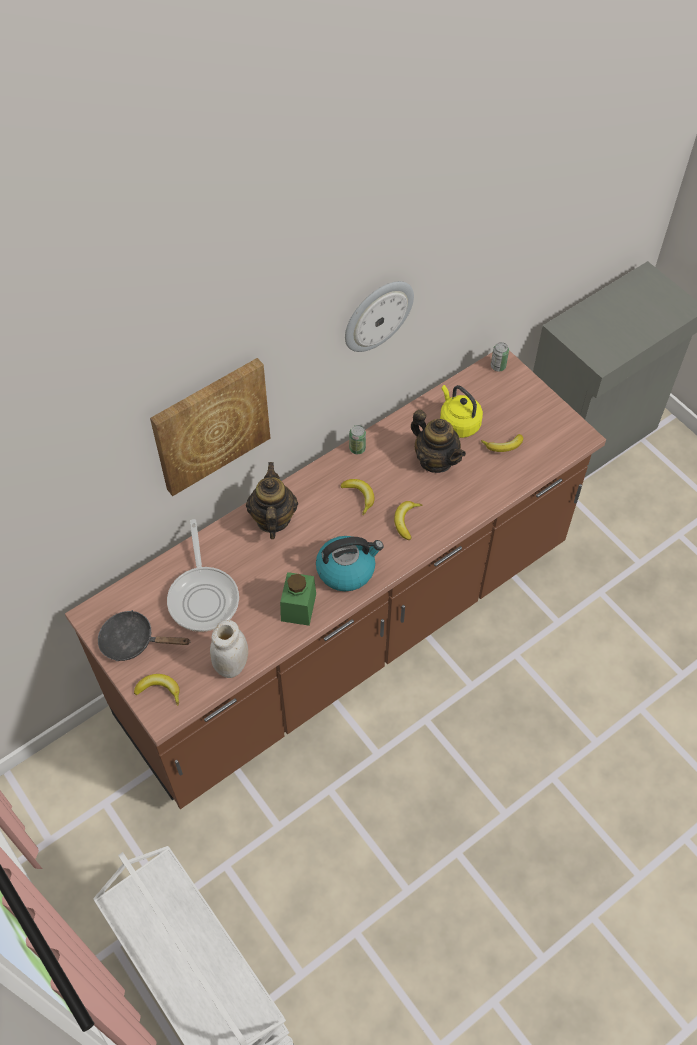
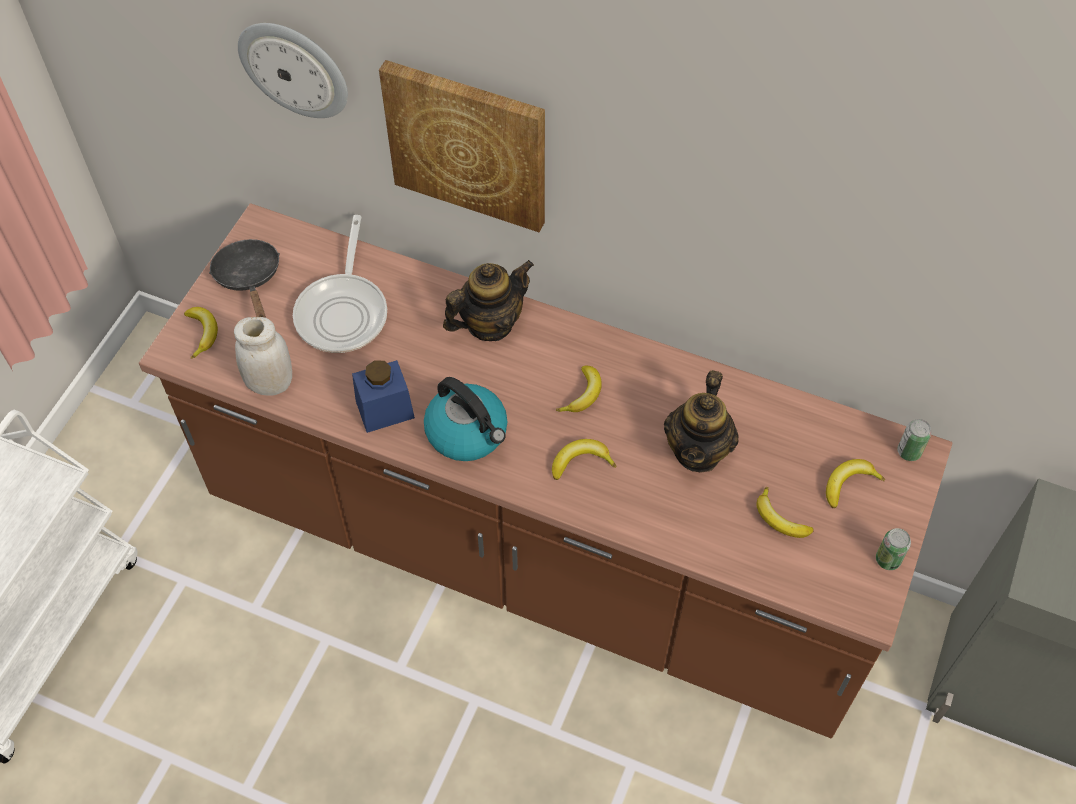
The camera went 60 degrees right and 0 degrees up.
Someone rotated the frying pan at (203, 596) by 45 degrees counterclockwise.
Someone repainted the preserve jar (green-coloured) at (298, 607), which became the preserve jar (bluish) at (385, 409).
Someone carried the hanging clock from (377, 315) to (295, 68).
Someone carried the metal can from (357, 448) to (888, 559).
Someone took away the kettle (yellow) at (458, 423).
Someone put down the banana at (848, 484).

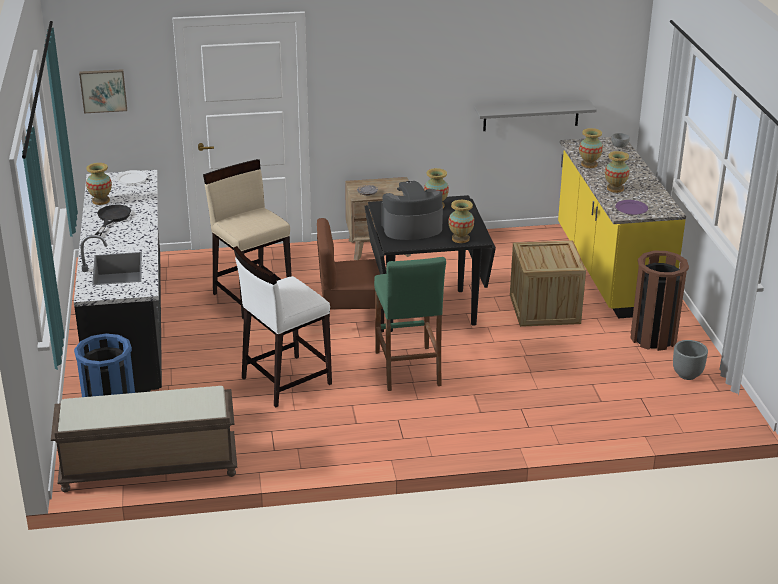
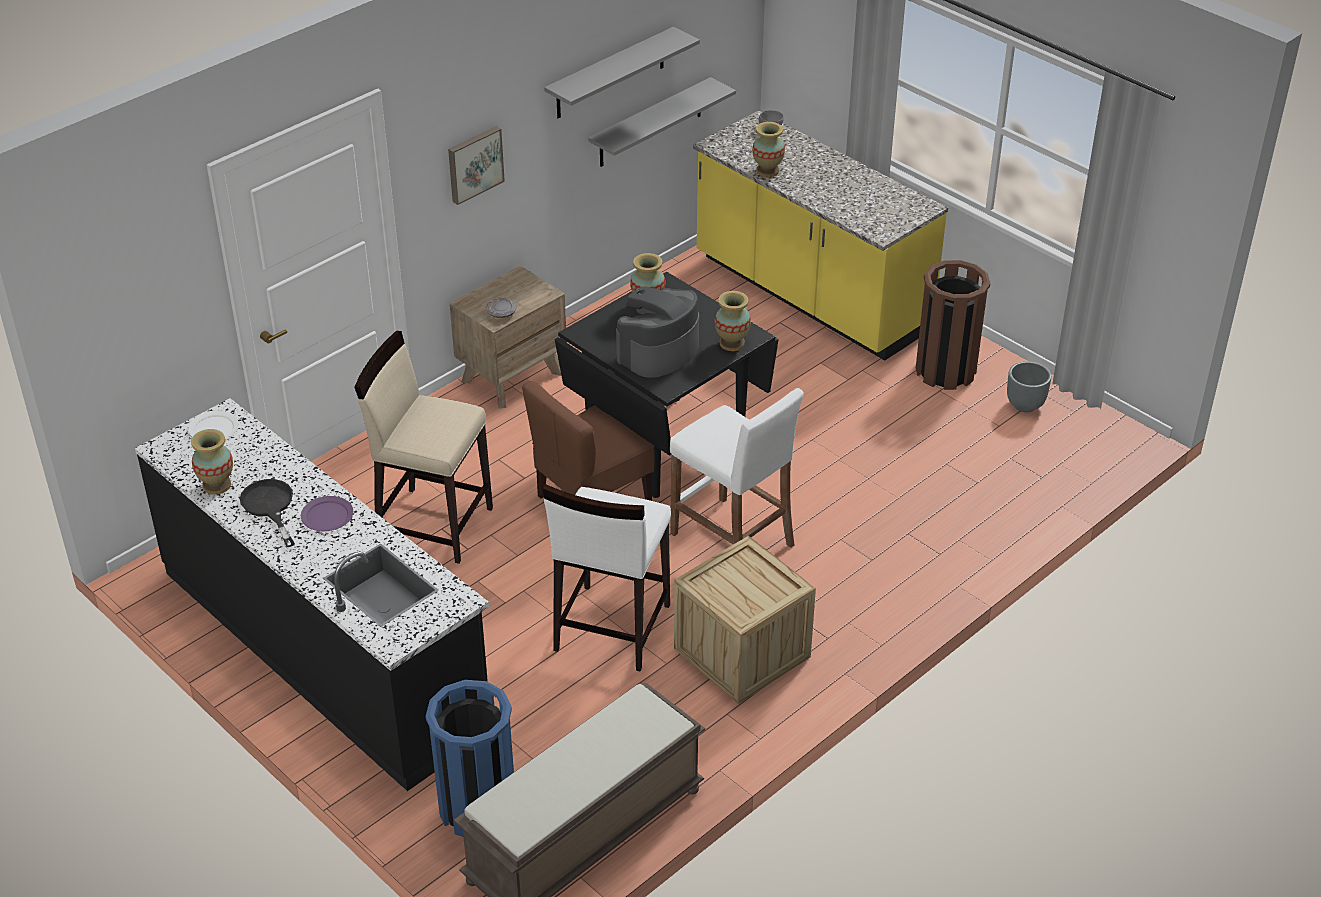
The camera went 35 degrees left and 10 degrees up.
Someone carried the wall art from (103, 90) to (474, 164).
Someone repainted the stool (green-coloured) at (407, 368), which became the stool (white) at (732, 540).
Someone carried the shipping crate from (544, 309) to (742, 652).
Someone took away the vase at (615, 189).
Someone carried the flat dish (purple) from (631, 209) to (327, 516).
Someone put up the wall shelf (gray) at (610, 74).

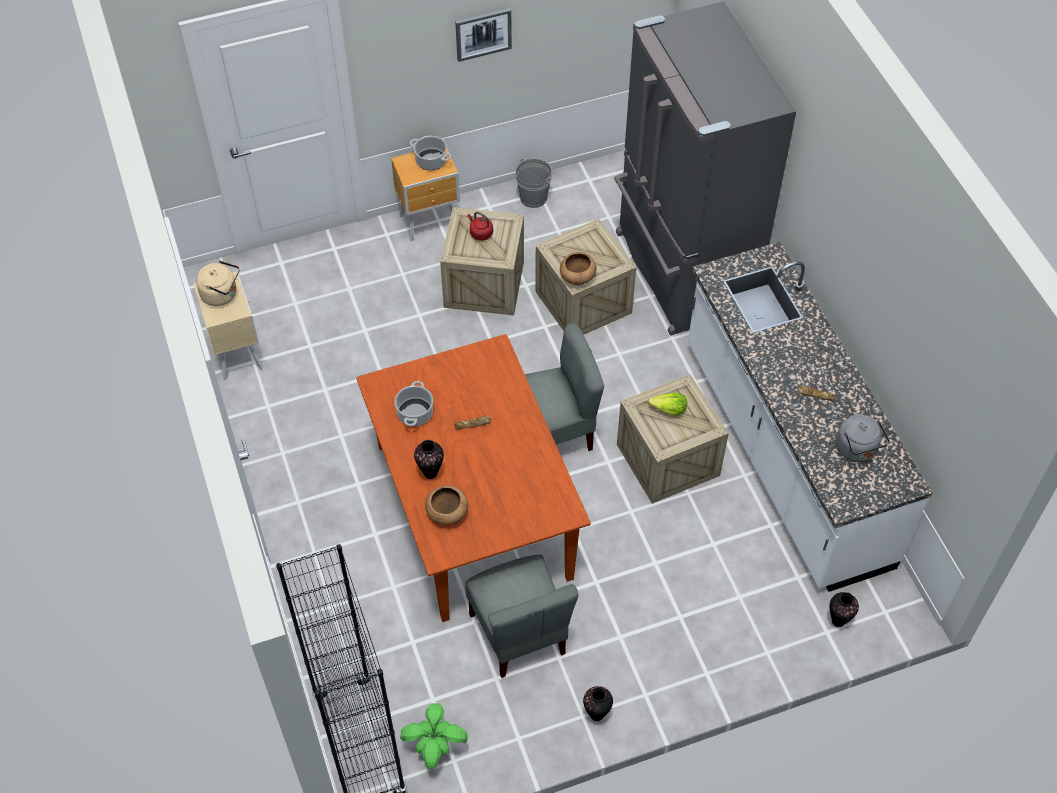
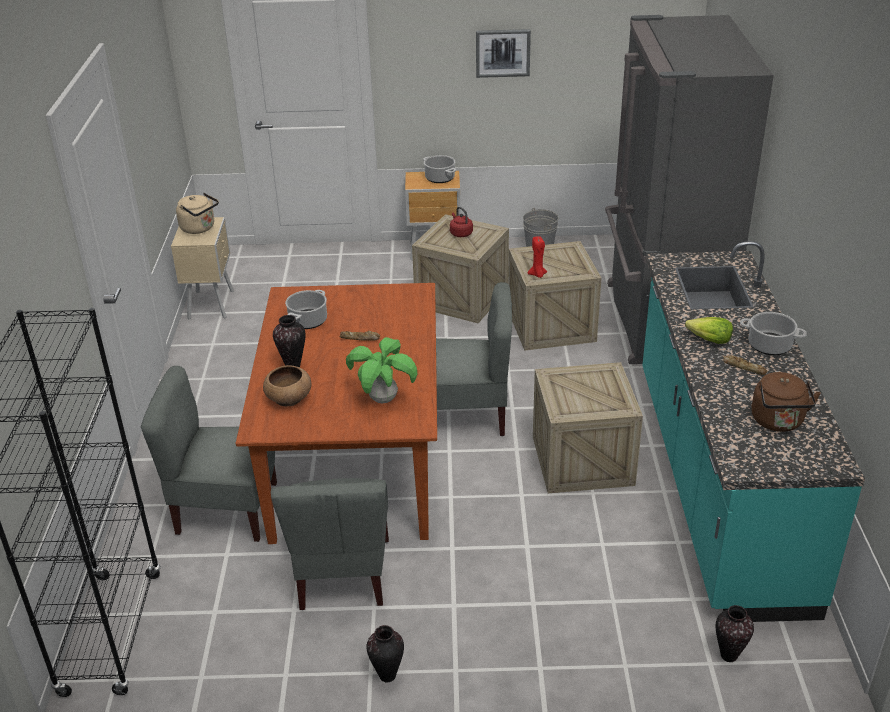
The camera went 20 degrees right and 20 degrees down.
Someone carried the plant in a pot from (435, 750) to (383, 399).
Someone swapped the deep dish (brown) at (577, 277) for the wax light (red) at (537, 275).
Someone carried the lettuce head from (668, 410) to (709, 340).
Someone repainted the kitchen base unit (white) at (784, 455), which became the kitchen base unit (turquoise) at (717, 483).
Someone repainted the kettle (gray) at (857, 450), which became the kettle (brown) at (778, 422).
Someone put down the chair (gray) at (226, 510).
Someone put down the stockpot at (769, 345).

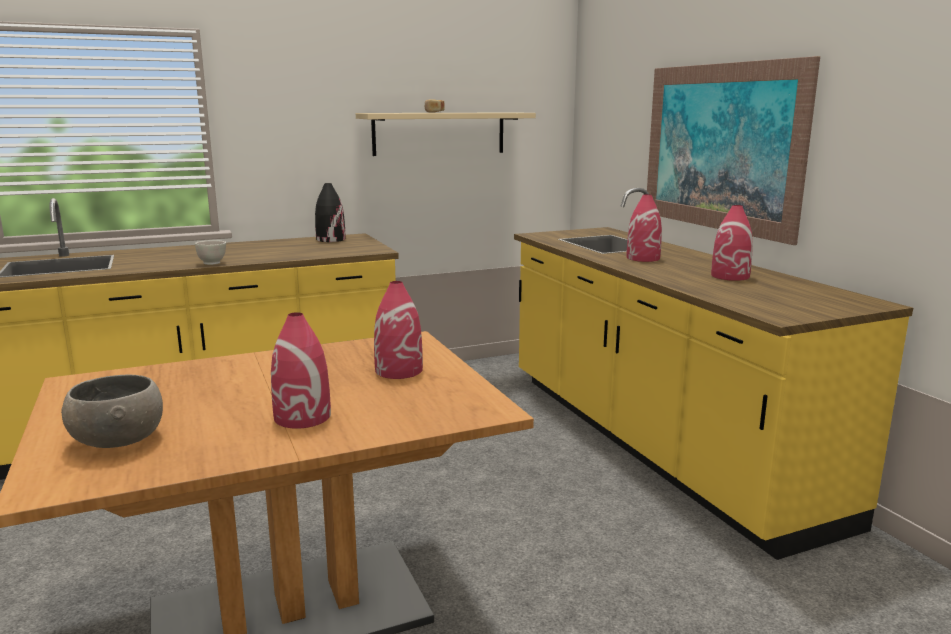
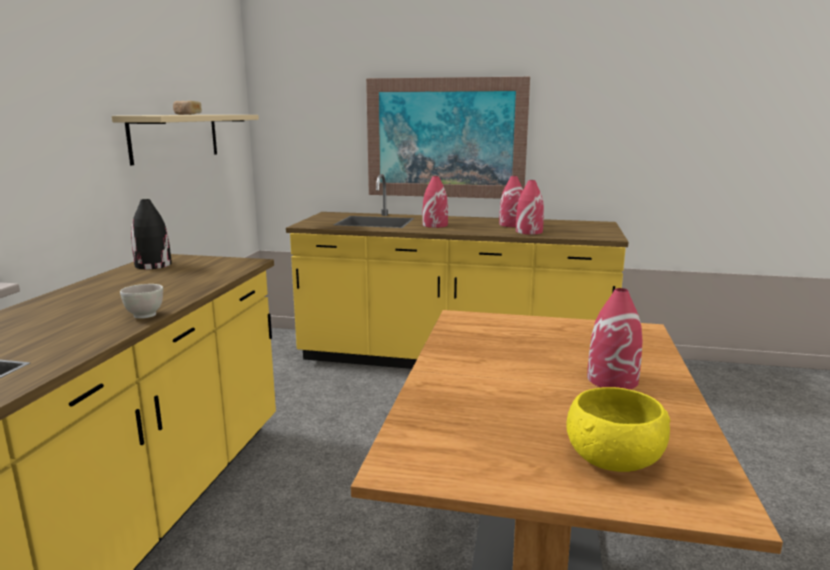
The camera went 55 degrees left and 0 degrees up.
Someone repainted the deep dish (gray) at (117, 440), which became the deep dish (yellow) at (614, 459).
Someone carried the vase (red) from (399, 370) to (528, 232).

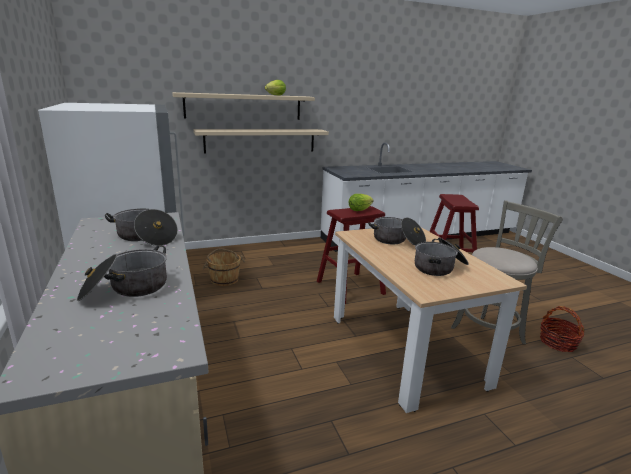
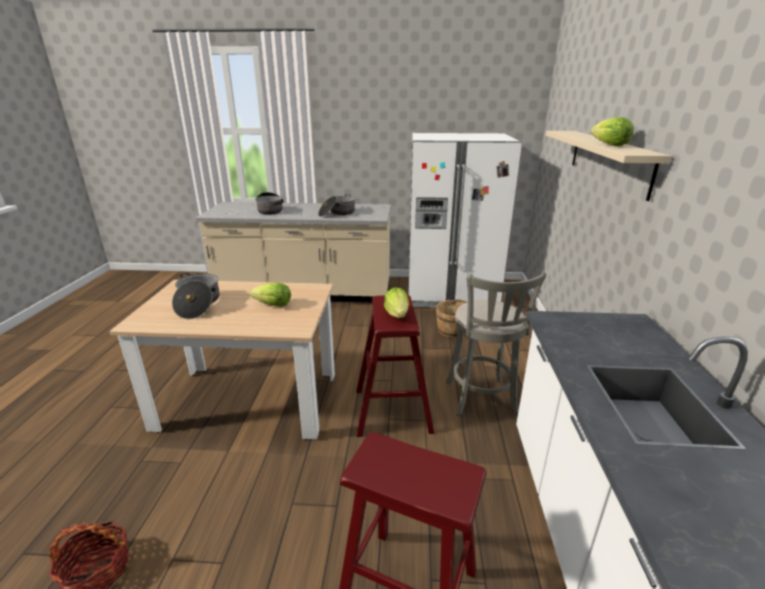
The camera went 115 degrees right and 5 degrees up.
Someone took away the wall shelf (beige-coloured) at (260, 140).
Someone swapped the stockpot at (397, 241) for the lettuce head at (273, 305).
Someone carried the stool (gray) from (490, 334) to (481, 399).

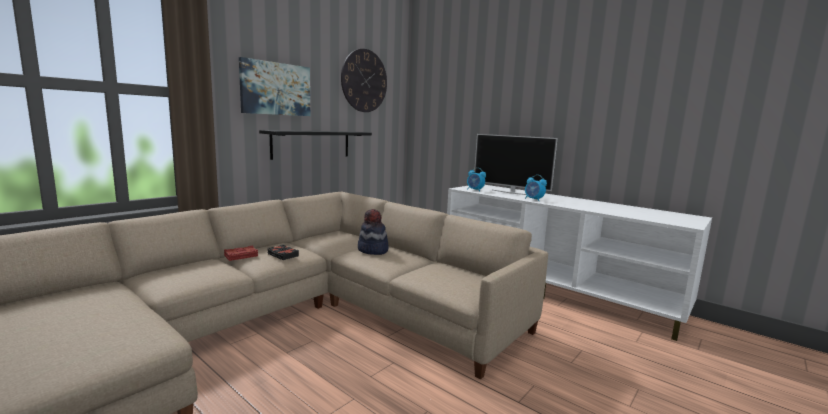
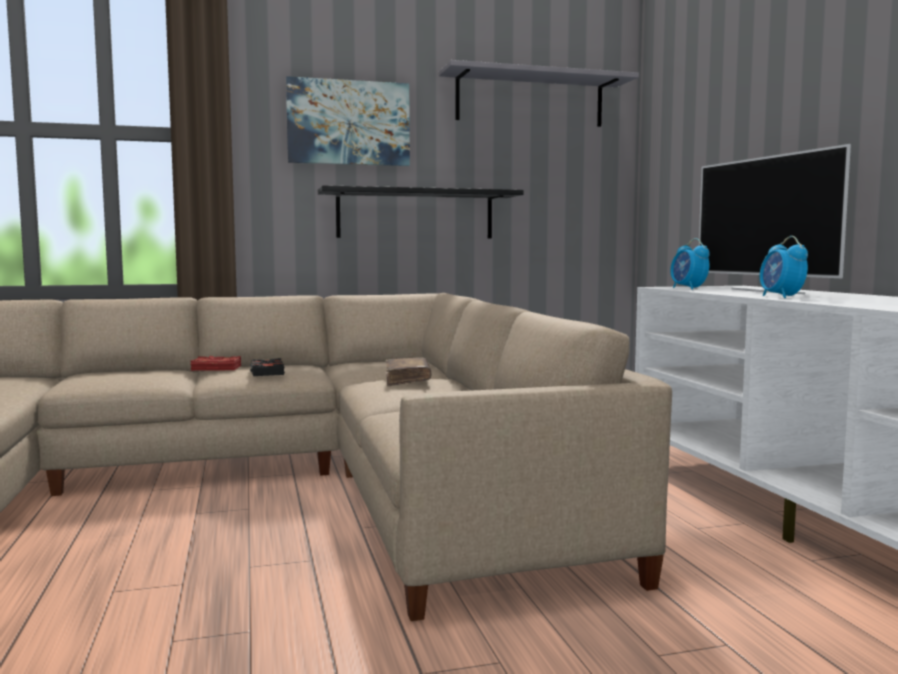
The camera went 35 degrees right and 5 degrees down.
Someone swapped the hanging clock at (364, 81) for the wall shelf (gray) at (530, 100).
Someone swapped the clothing hat at (372, 250) for the bound book (brown) at (407, 380).

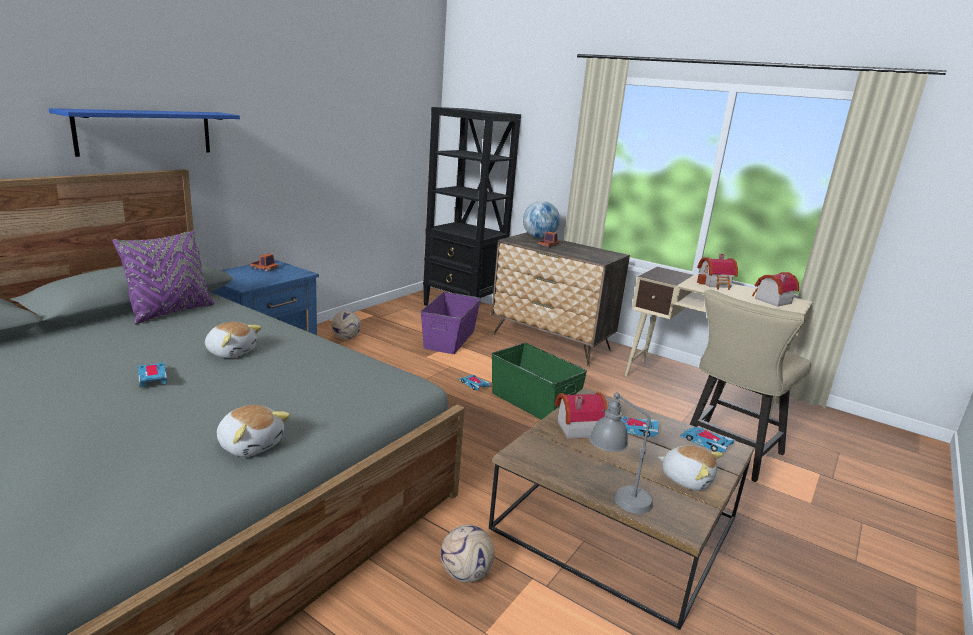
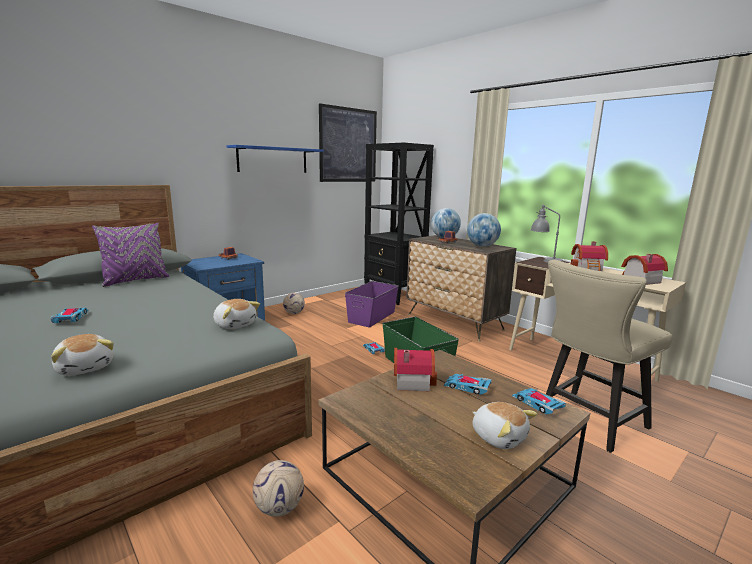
The camera went 15 degrees right and 5 degrees down.
Someone carried the wall shelf (bluish) from (145, 132) to (273, 160).
Someone carried the soft toy from (231, 352) to (235, 324).
Someone carried the tabletop lamp (gray) from (615, 497) to (544, 260).
Someone put up the wall art at (348, 145).
Someone put down the globe at (482, 246).

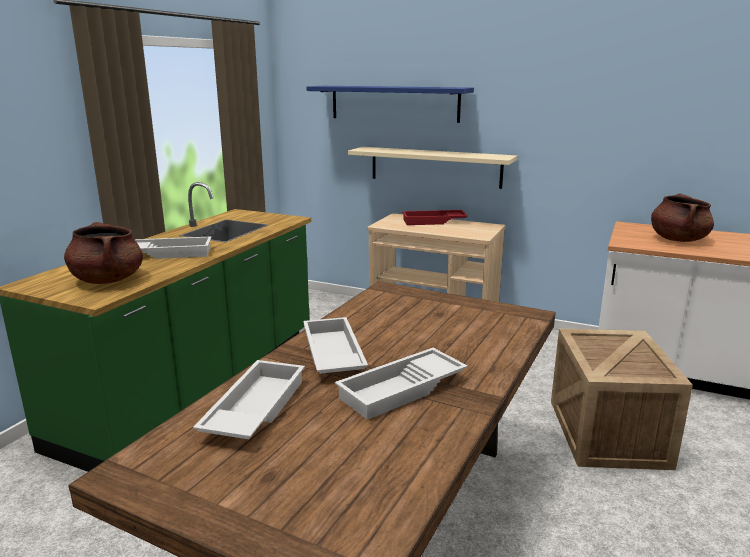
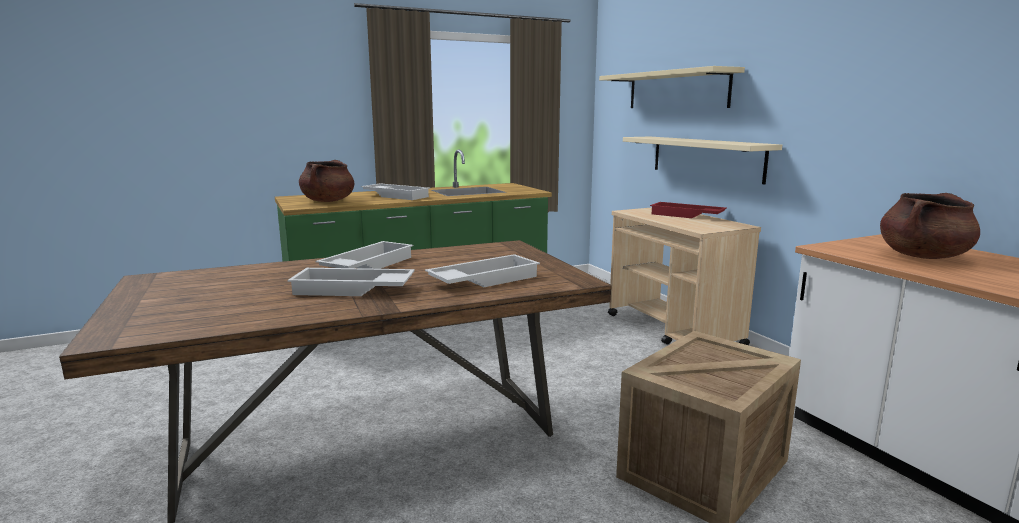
The camera went 40 degrees right and 5 degrees down.
Someone carried the tray (white) from (254, 409) to (484, 279).
Someone repainted the wall shelf (bluish) at (394, 103), which became the wall shelf (beige-coloured) at (676, 90).

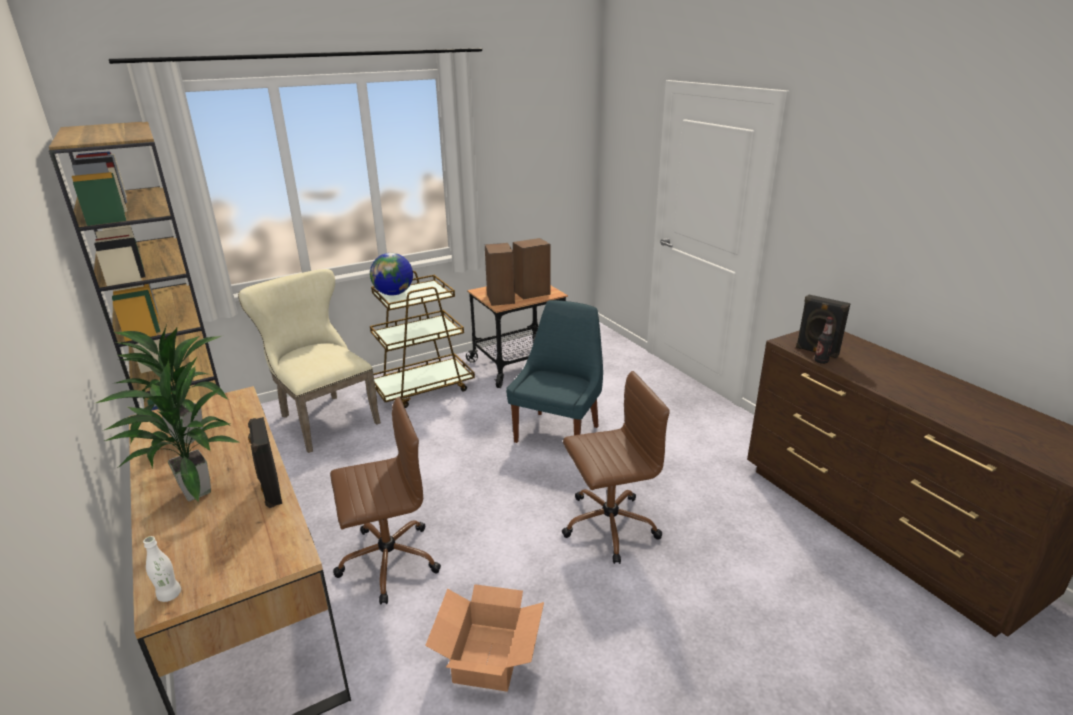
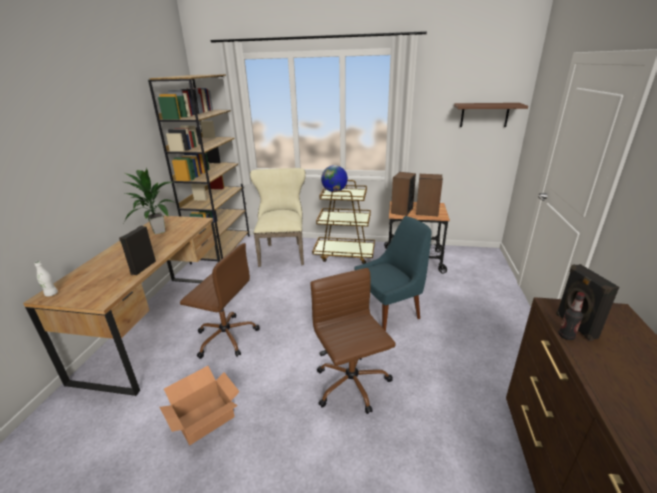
The camera went 40 degrees right and 0 degrees up.
Someone took away the plant in a pot at (194, 492).
Someone rotated the desk chair (brown) at (607, 525) by 135 degrees counterclockwise.
Someone put up the wall shelf (brown) at (484, 115).

